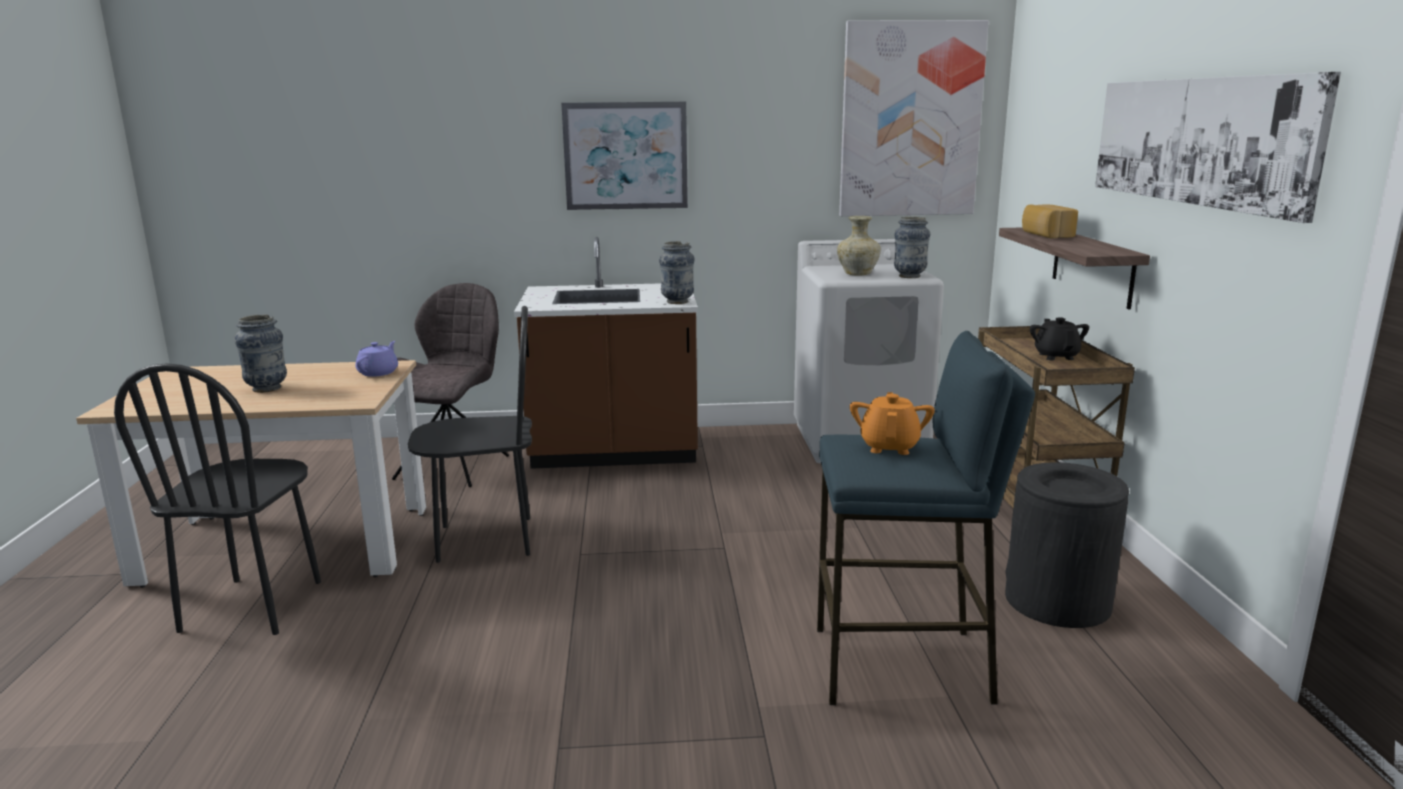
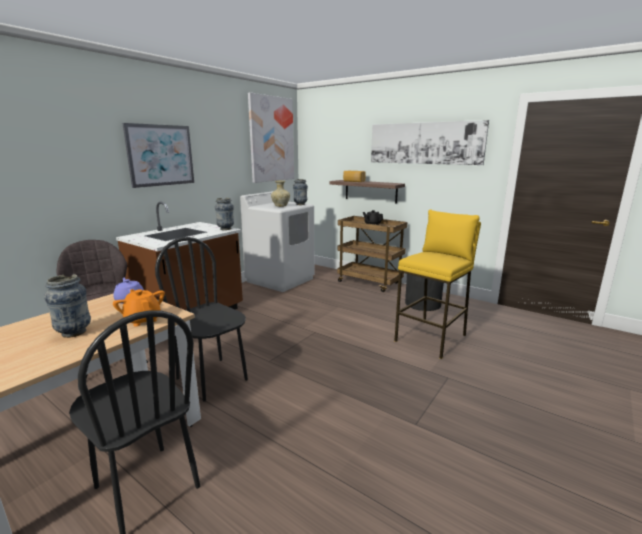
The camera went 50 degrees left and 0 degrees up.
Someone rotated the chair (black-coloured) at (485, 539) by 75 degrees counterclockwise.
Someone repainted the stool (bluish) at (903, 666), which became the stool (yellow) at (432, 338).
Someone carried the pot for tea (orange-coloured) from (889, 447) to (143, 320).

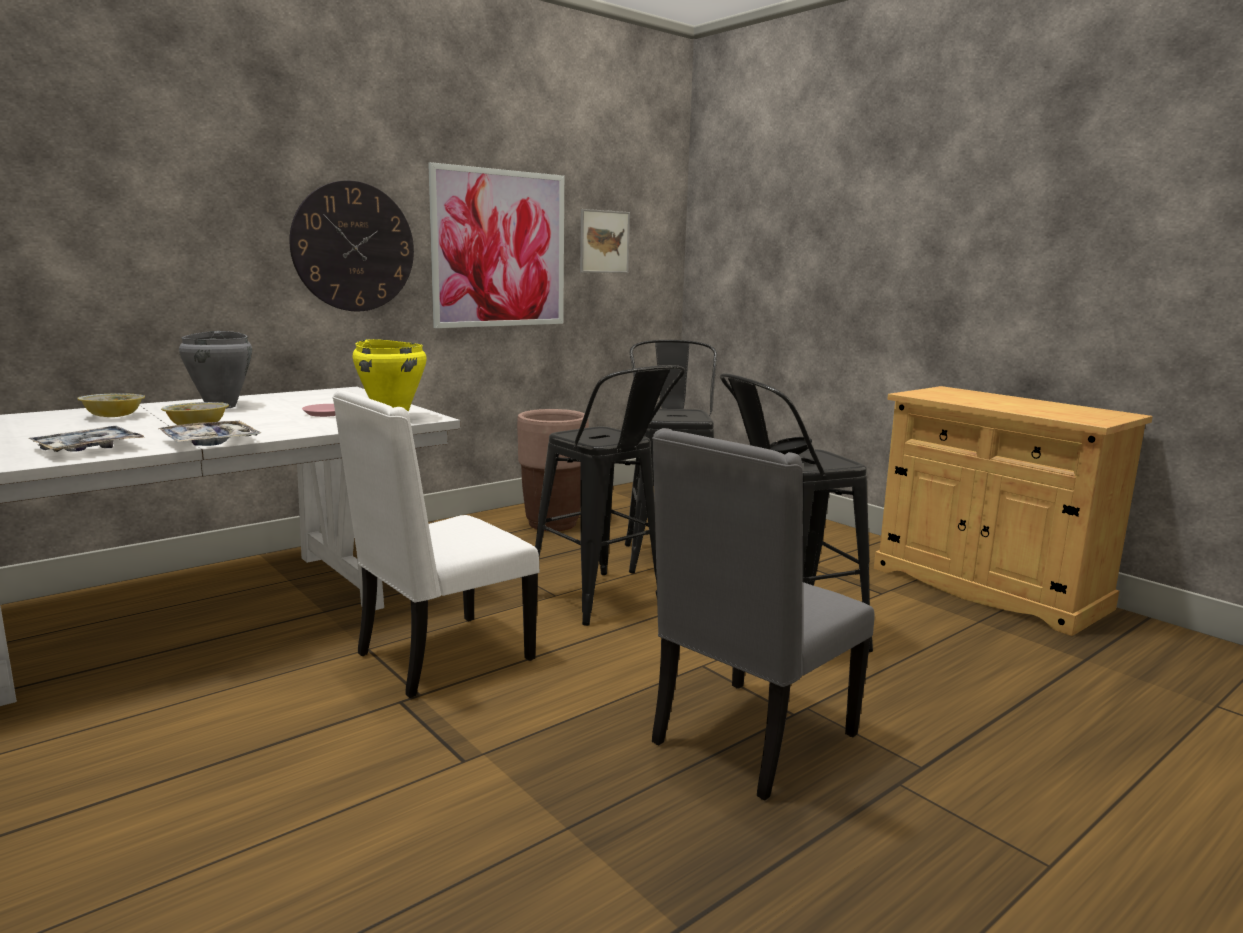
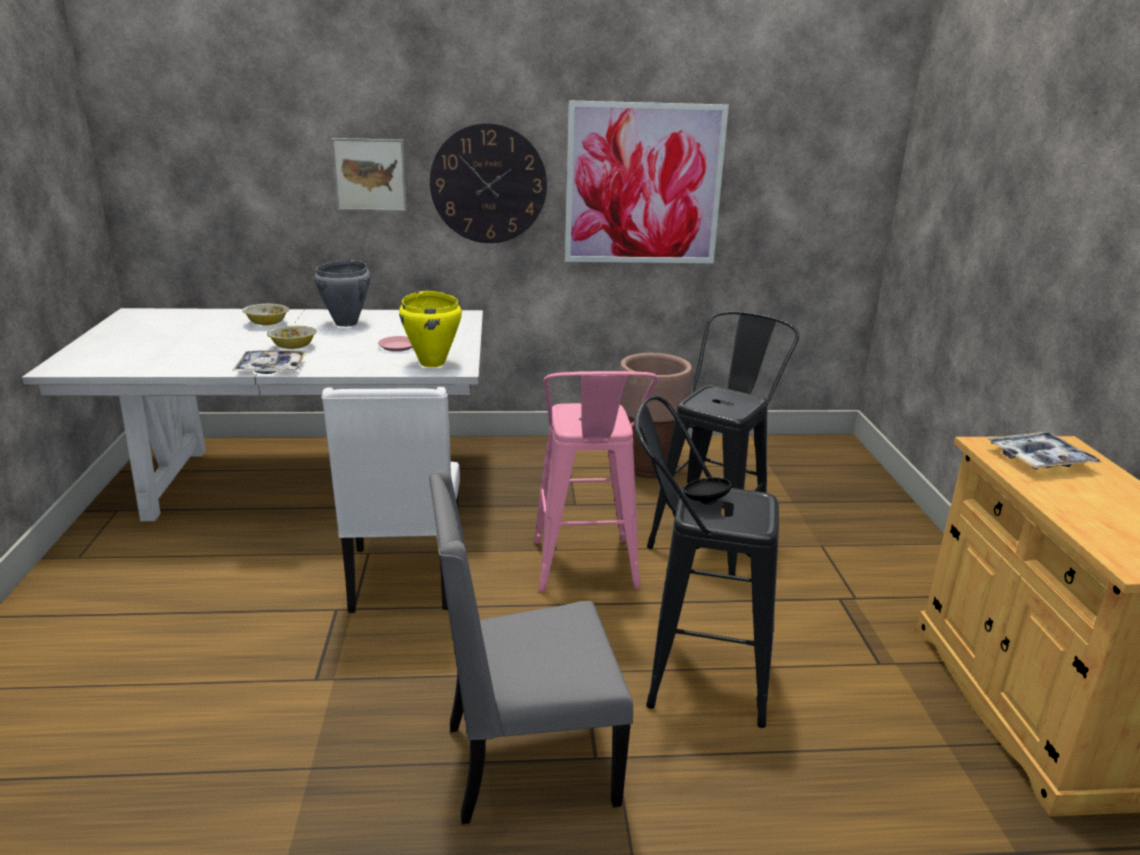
The camera went 35 degrees right and 10 degrees up.
Someone carried the tray from (88, 449) to (1039, 459).
Someone rotated the chair (white) at (441, 657) by 90 degrees counterclockwise.
Someone repainted the stool (black-coloured) at (604, 603), which became the stool (pinkish) at (585, 572).
Someone carried the wall art from (604, 241) to (370, 175).

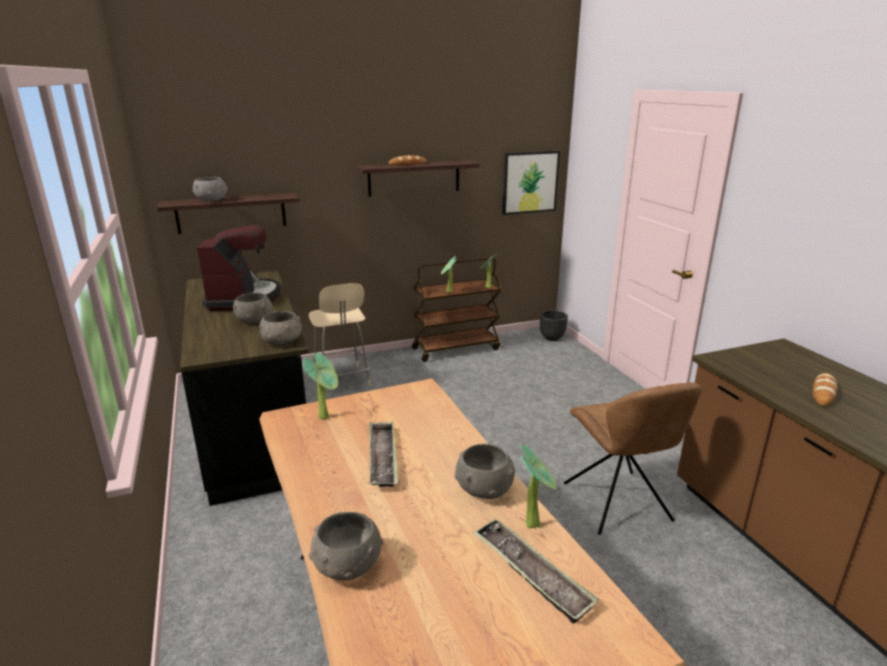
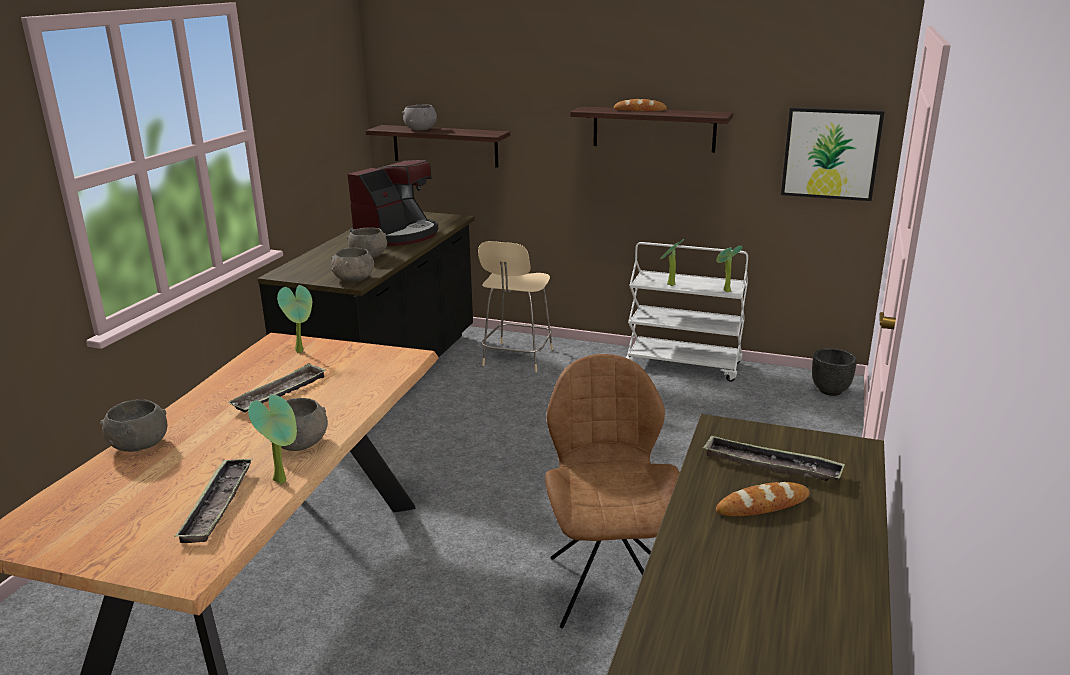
The camera went 40 degrees right and 0 degrees up.
Someone repainted the trolley (brown) at (456, 348), which became the trolley (white) at (683, 365).
Someone rotated the chair (brown) at (618, 504) by 150 degrees clockwise.
Someone put down the tray at (771, 465).

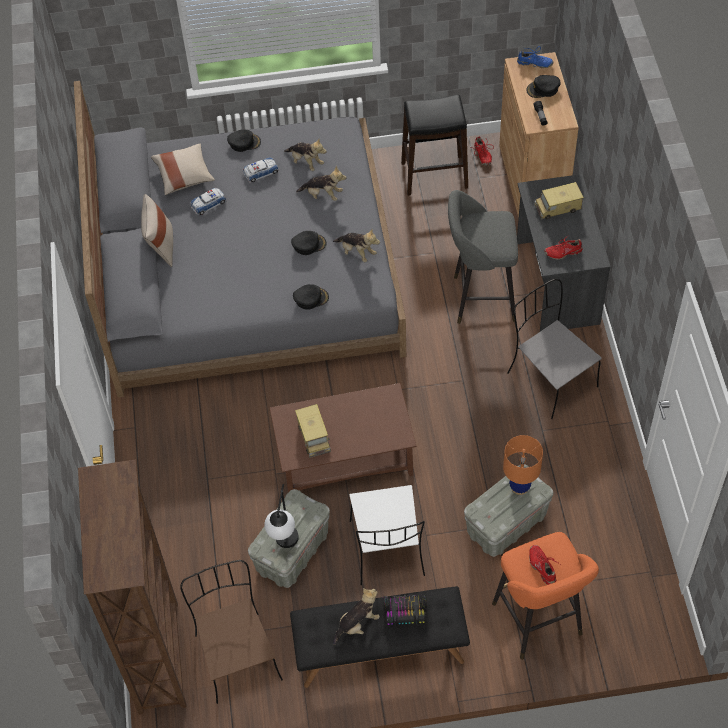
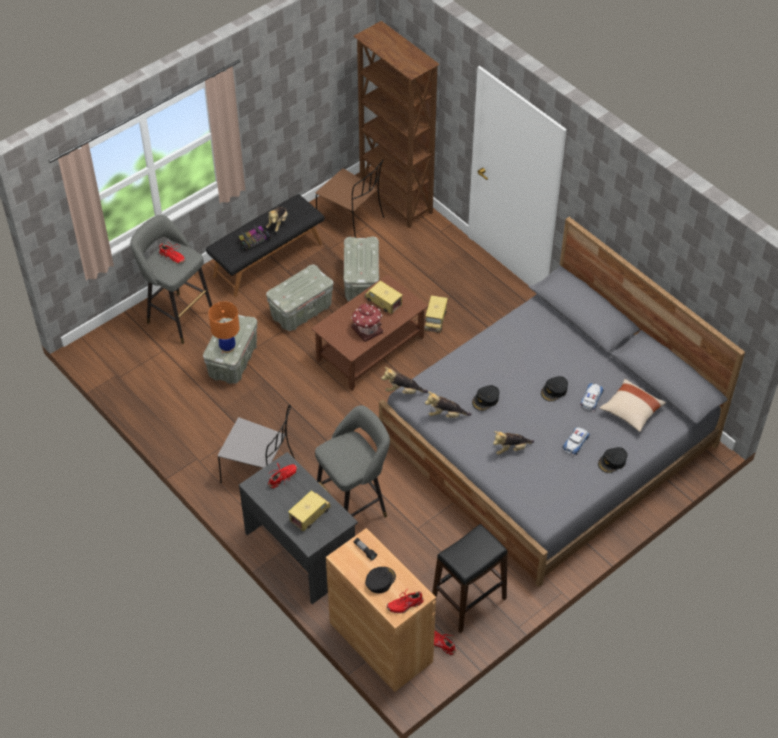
The camera went 145 degrees right and 5 degrees down.
Someone took away the cushion (beige-coloured) at (161, 246).
Someone took away the tabletop lamp at (285, 546).
Someone carried the soft toy from (306, 162) to (403, 391).
Someone carried the baseball cap (black-coloured) from (311, 298) to (554, 391).
Someone swapped the chair (white) at (387, 550) for the storage container (gray) at (301, 311).
Someone repainted the stool (orange-coloured) at (539, 623), which became the stool (gray) at (177, 316).
Someone repainted the item of footwear (bluish) at (534, 63), which became the item of footwear (red) at (405, 604).
Someone put down the toy house at (367, 329).
Someone put down the toy truck at (435, 319).

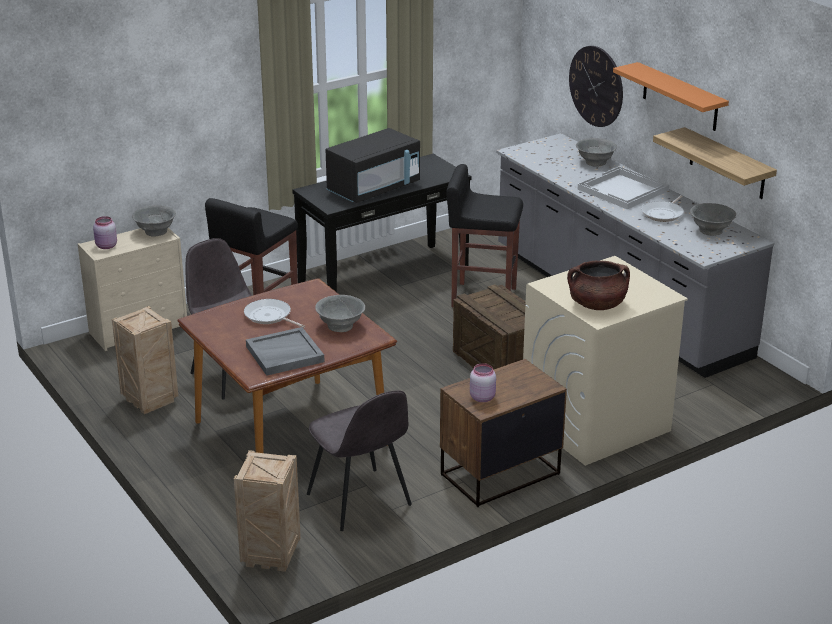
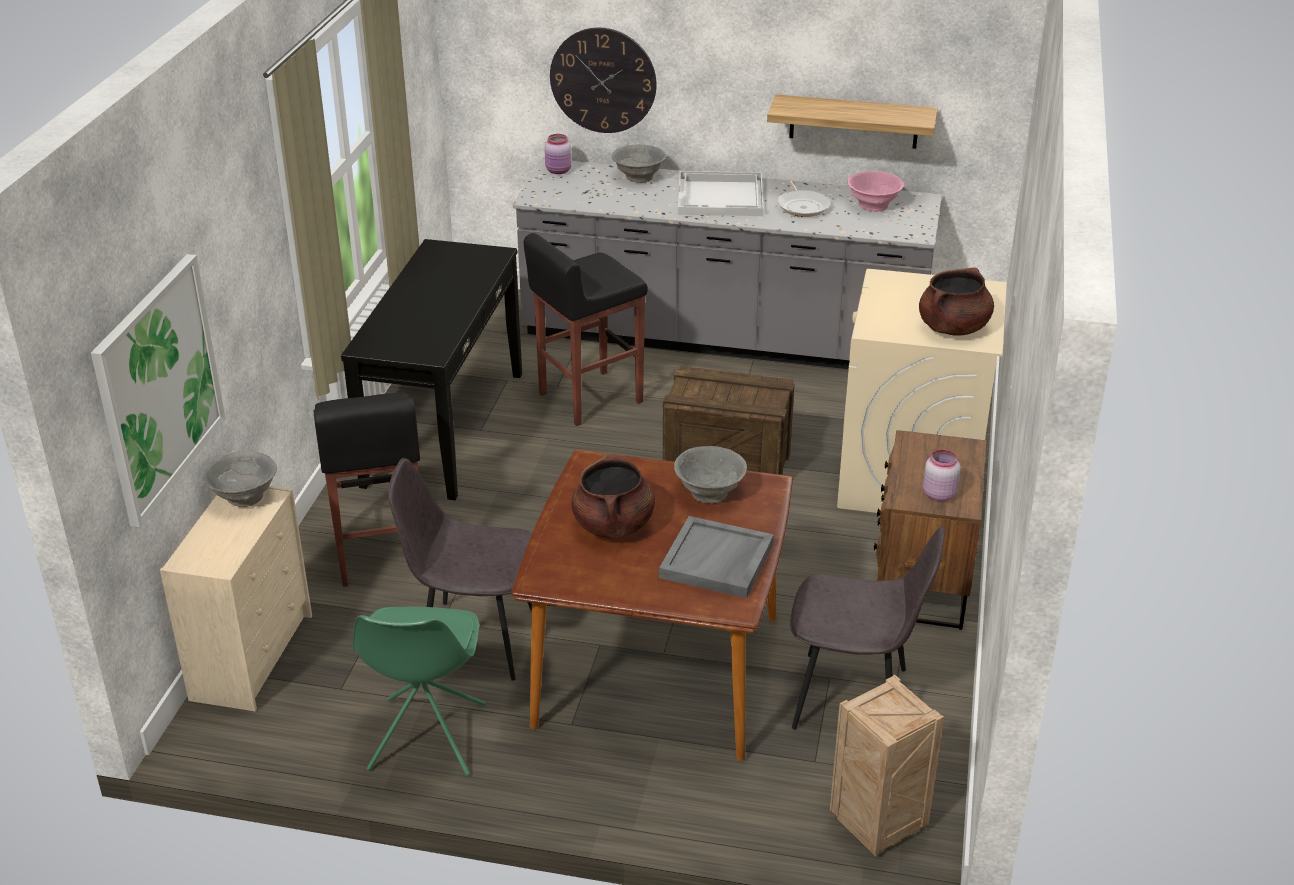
The camera went 45 degrees left and 5 degrees up.
Someone carried the preserve jar (pinkish) from (106, 246) to (559, 171).
Someone swapped the shipping crate at (148, 400) for the chair (green-coloured) at (426, 739).
Someone swapped the frying pan at (269, 316) for the stockpot (brown) at (613, 526).
Someone took away the microwave (black-coloured) at (374, 189).
Someone took away the wall shelf (orange-coloured) at (680, 97).
Someone repainted the deep dish (gray) at (711, 231), which became the deep dish (pinkish) at (873, 205).
Someone put up the wall art at (159, 387).

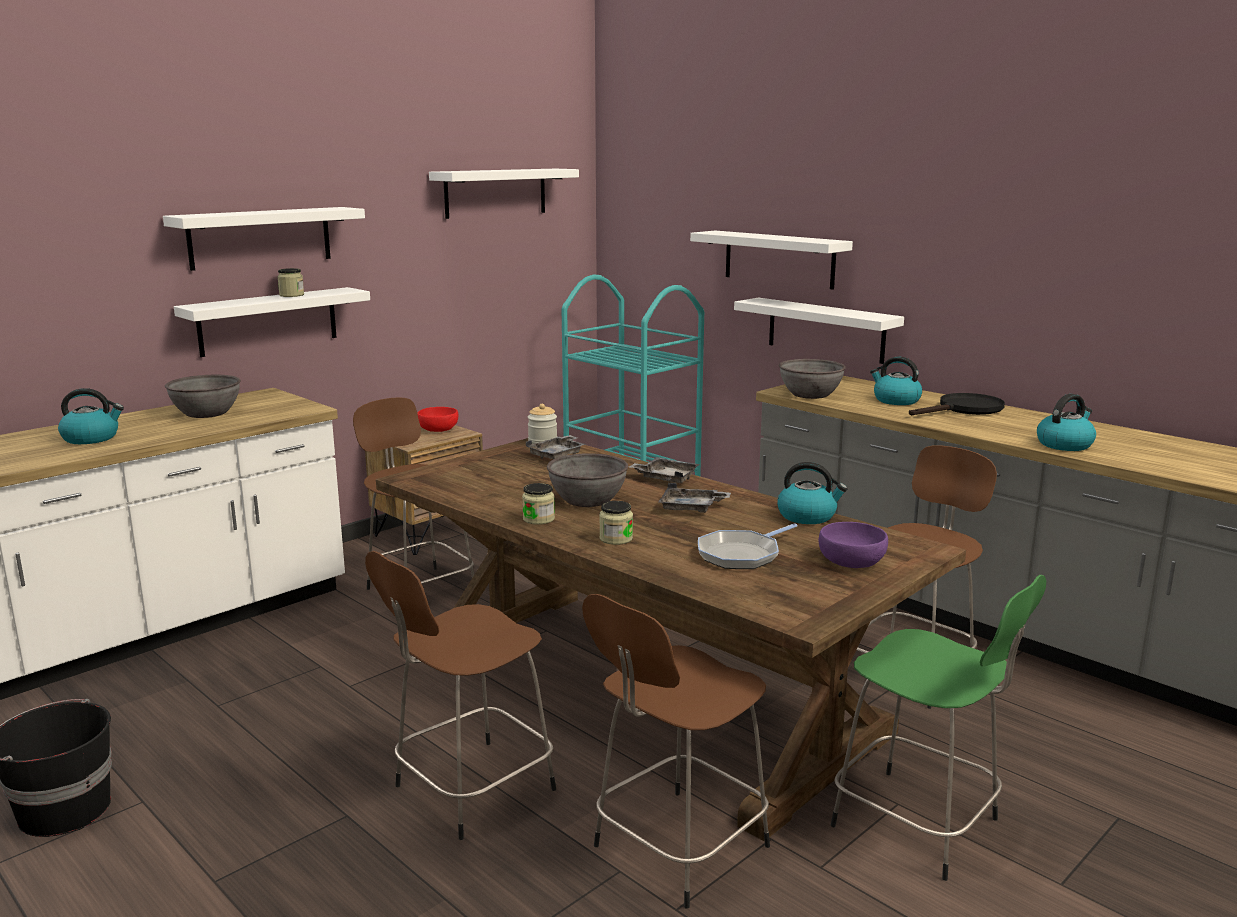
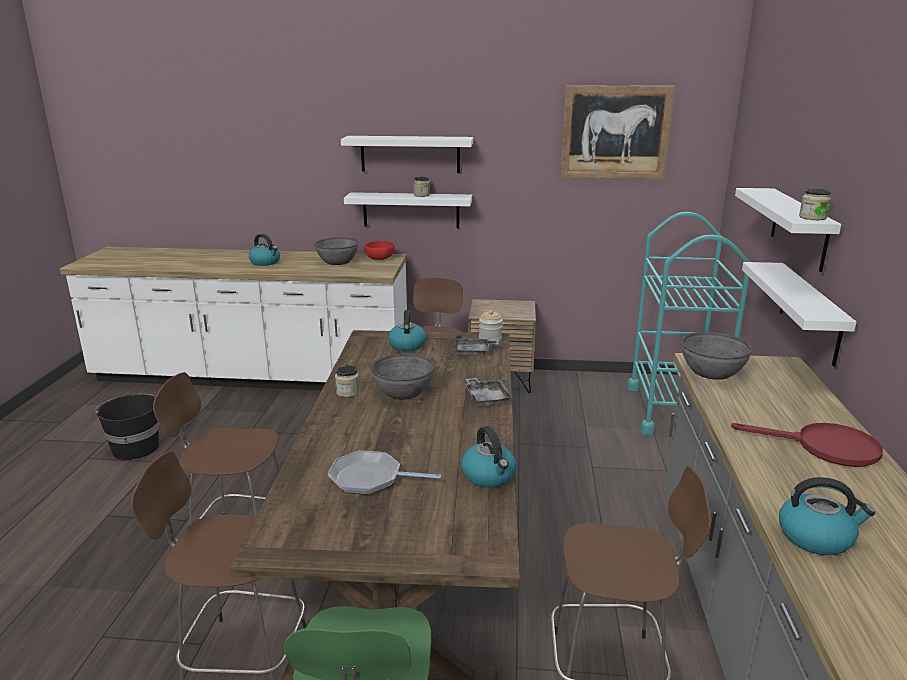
The camera went 50 degrees right and 5 degrees up.
Someone carried the deep dish (red) from (438, 429) to (380, 258).
Someone swapped the wall shelf (white) at (495, 192) for the wall art at (615, 132).
Someone carried the preserve jar from (616, 539) to (812, 217).
Someone took away the tray (gray) at (691, 508).
Someone took away the deep dish (purple) at (851, 561).
Someone carried the kettle from (895, 400) to (407, 345).
Someone repainted the frying pan (black-coloured) at (964, 409), which became the frying pan (red) at (824, 447).

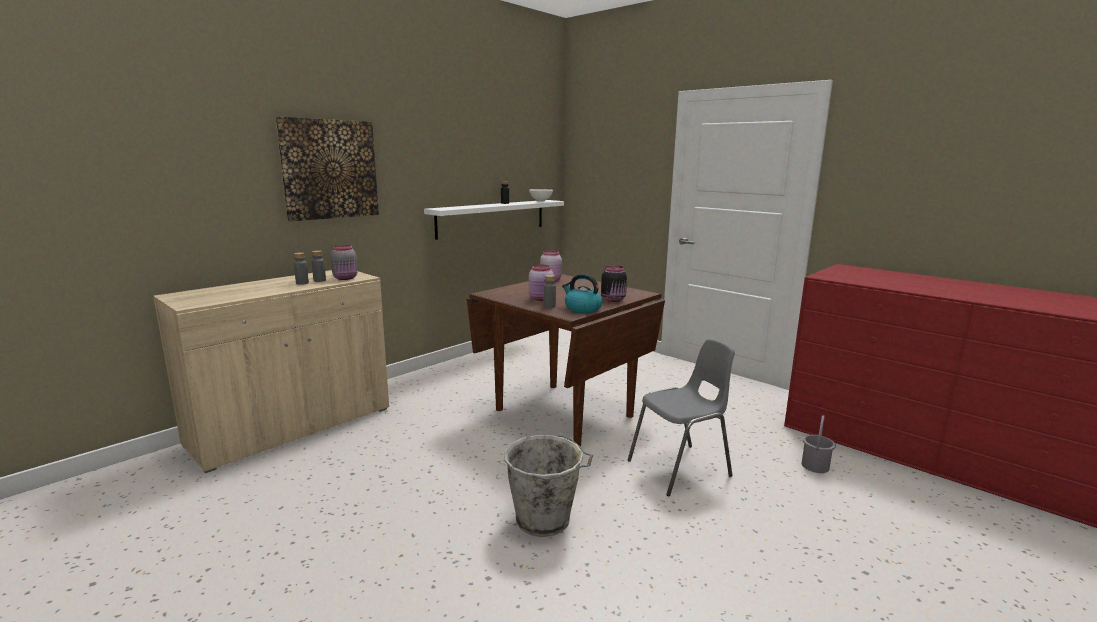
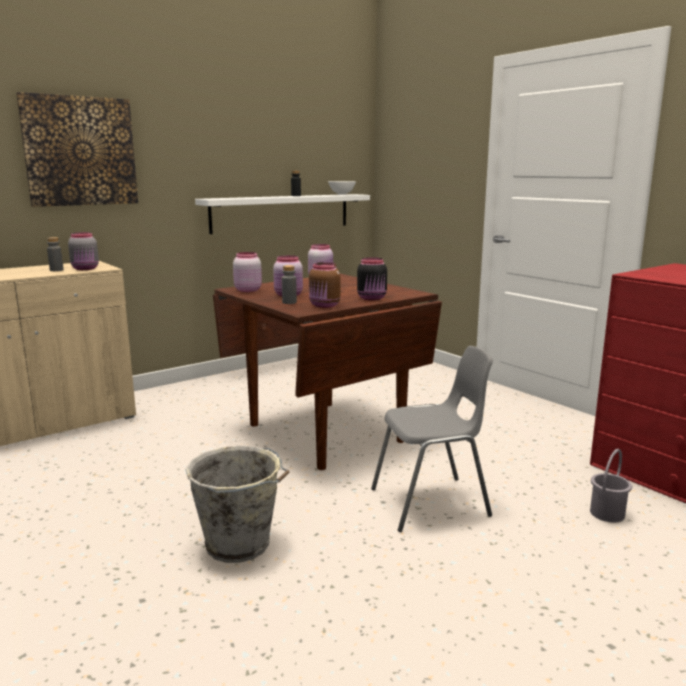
The camera went 10 degrees right and 0 degrees up.
Someone took away the drink bottle (gray) at (302, 283).
Someone swapped the kettle at (582, 309) for the preserve jar (brown) at (325, 306).
Someone put down the preserve jar (pinkish) at (247, 290).

